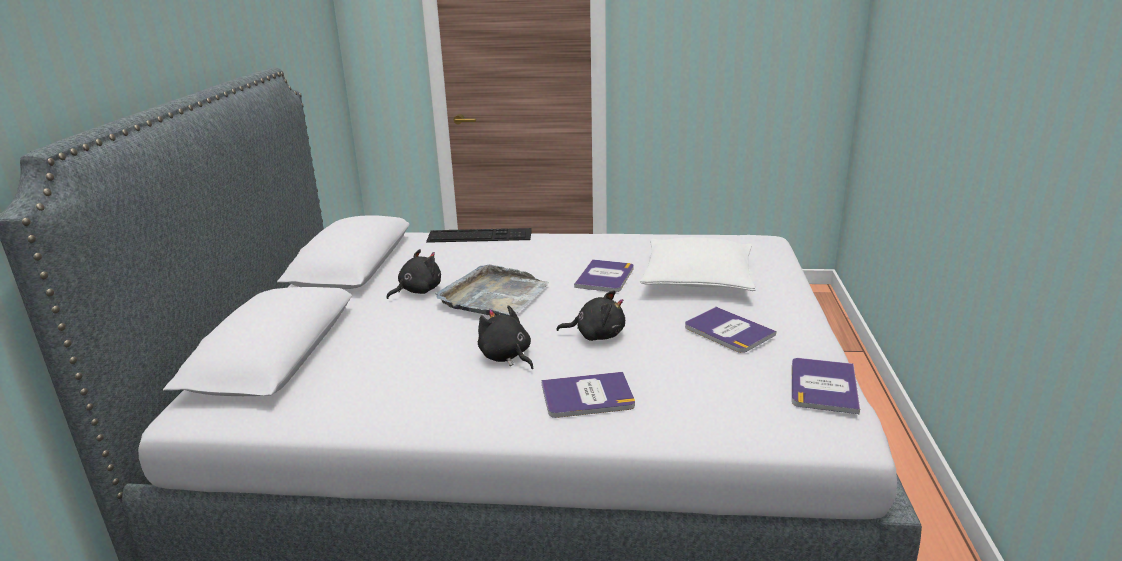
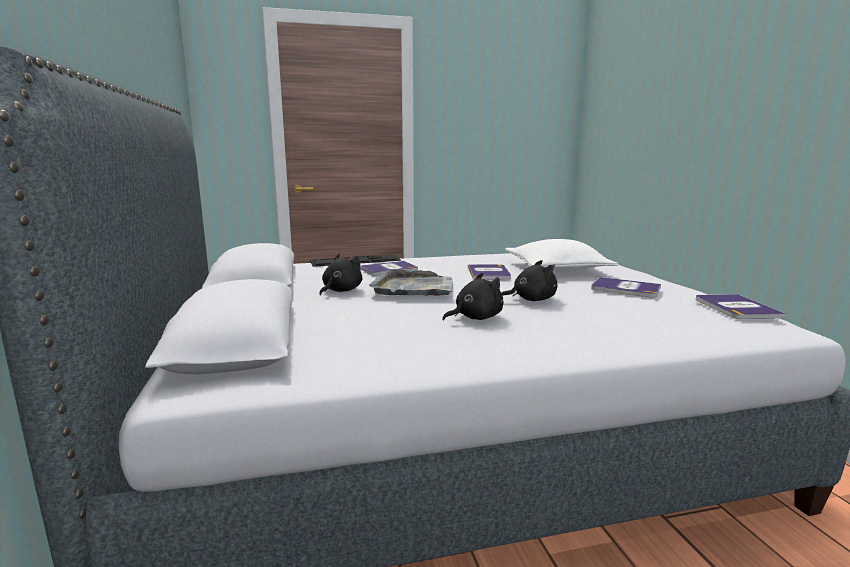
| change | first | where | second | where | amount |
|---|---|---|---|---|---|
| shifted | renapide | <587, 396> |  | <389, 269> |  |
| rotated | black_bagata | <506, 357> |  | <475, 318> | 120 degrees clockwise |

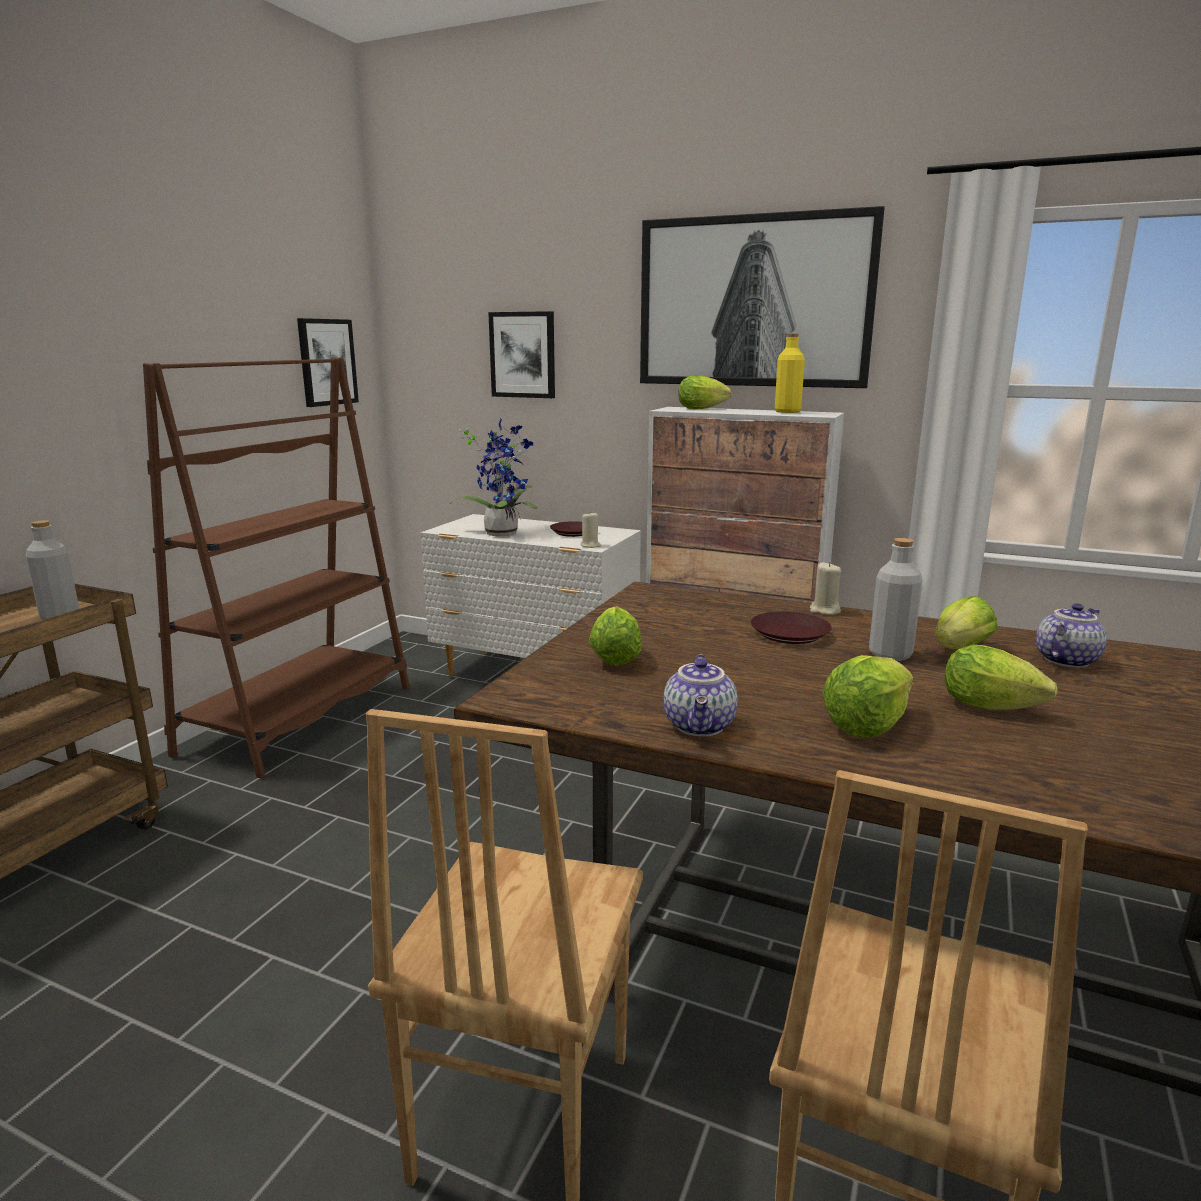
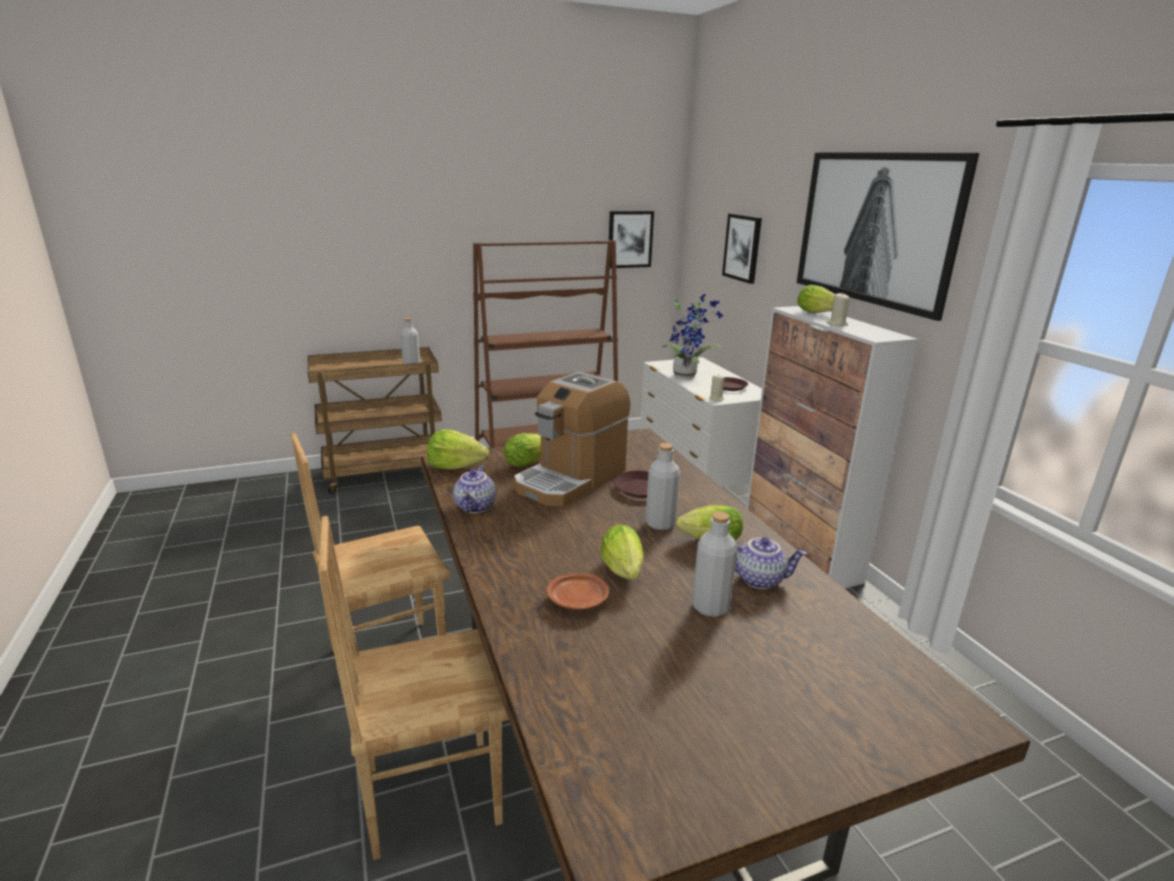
| change | first | where | second | where | amount |
|---|---|---|---|---|---|
| shifted | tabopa | <867, 725> |  | <455, 466> |  |
| rotated | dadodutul | <701, 726> |  | <476, 507> | 45 degrees counterclockwise |
| new |  |  | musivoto | <570, 479> |  |
| new |  |  | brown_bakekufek | <578, 600> |  |
| new |  |  | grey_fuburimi | <710, 607> |  |
| shifted | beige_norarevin | <824, 610> |  | <836, 324> |  |
| gone | yellow_fuburimi | <787, 412> |  |  |  |

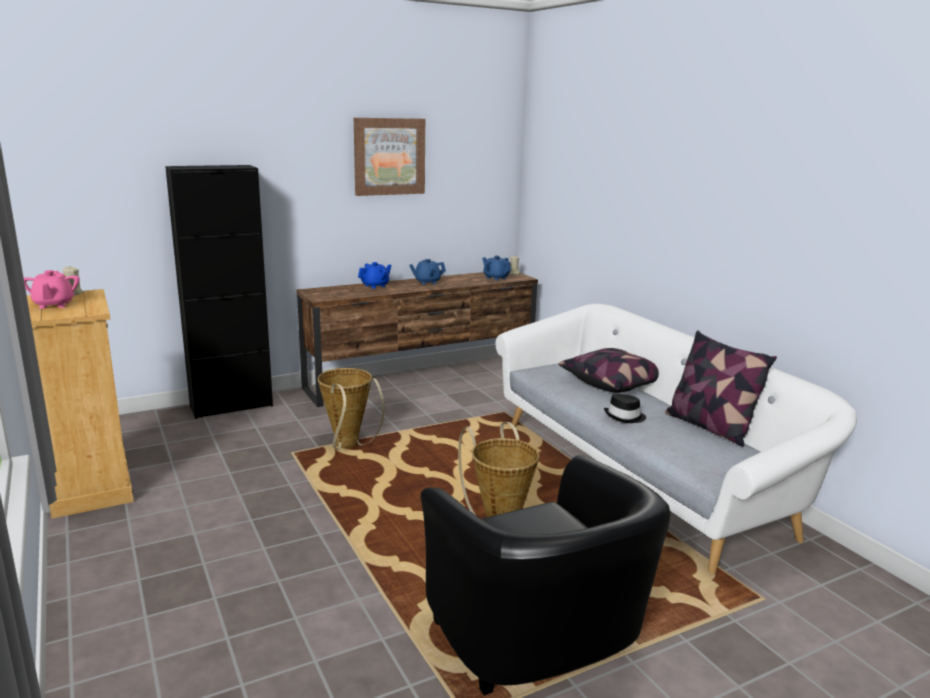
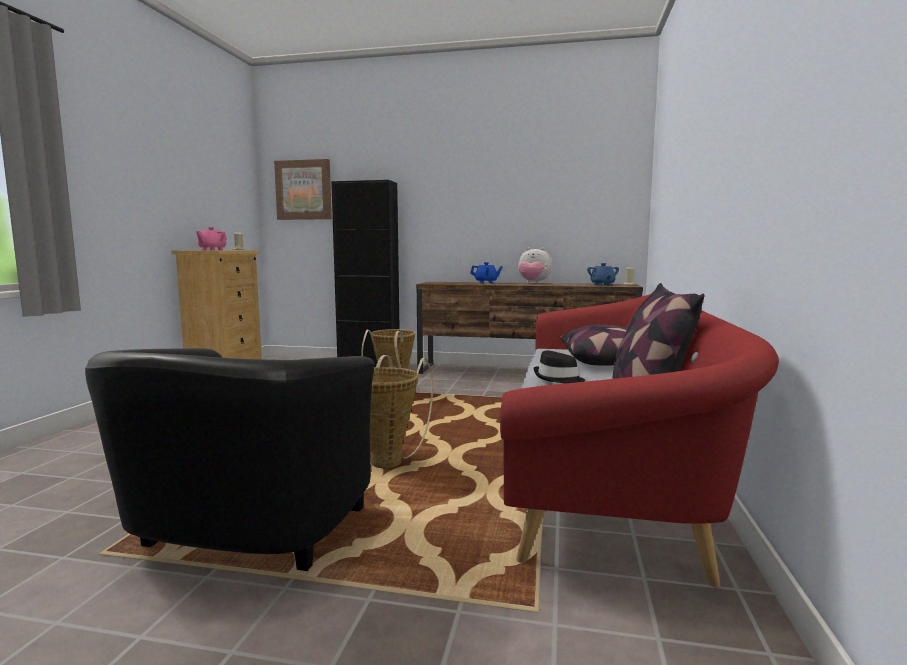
| change | first | where | second | where | amount |
|---|---|---|---|---|---|
| shifted | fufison | <389, 156> |  | <304, 190> |  |
| repainted | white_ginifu | <640, 474> | red_ginifu | <605, 467> |  |
| swapped | blue_dadodutul | <427, 282> | bagata | <533, 283> |  |

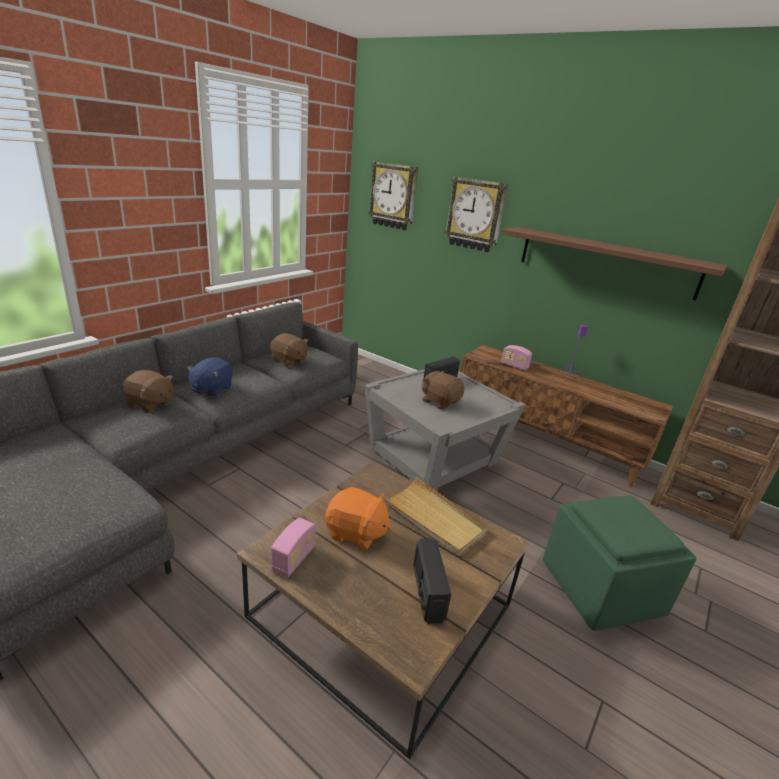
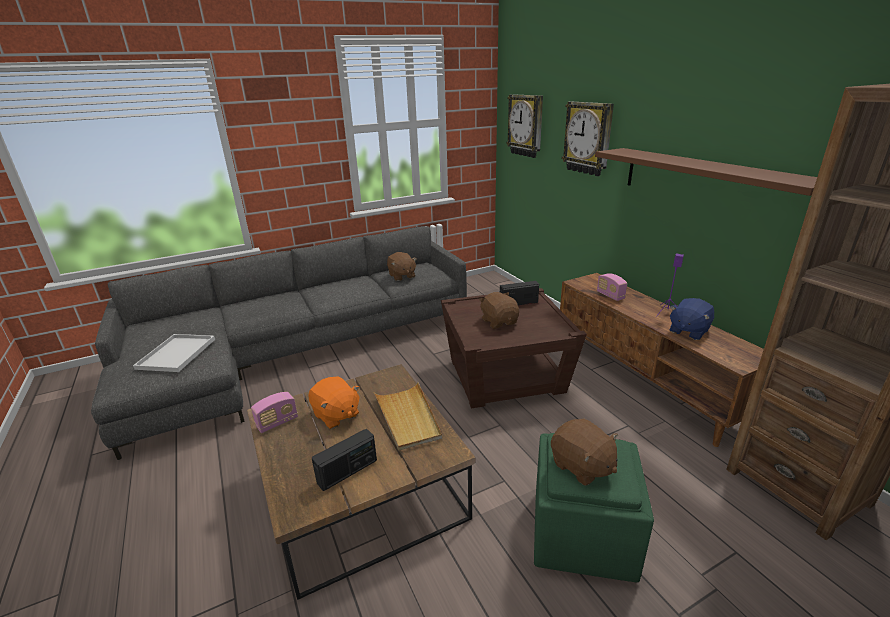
| change | first | where | second | where | amount |
|---|---|---|---|---|---|
| new |  |  | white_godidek | <177, 353> |  |
| rotated | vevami | <427, 592> |  | <347, 471> | 150 degrees counterclockwise |
| repainted | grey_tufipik | <434, 457> | brown_tufipik | <506, 377> |  |
| shifted | brown_bagata | <150, 404> |  | <581, 466> |  |
| shifted | blue_bagata | <211, 389> |  | <688, 331> |  |

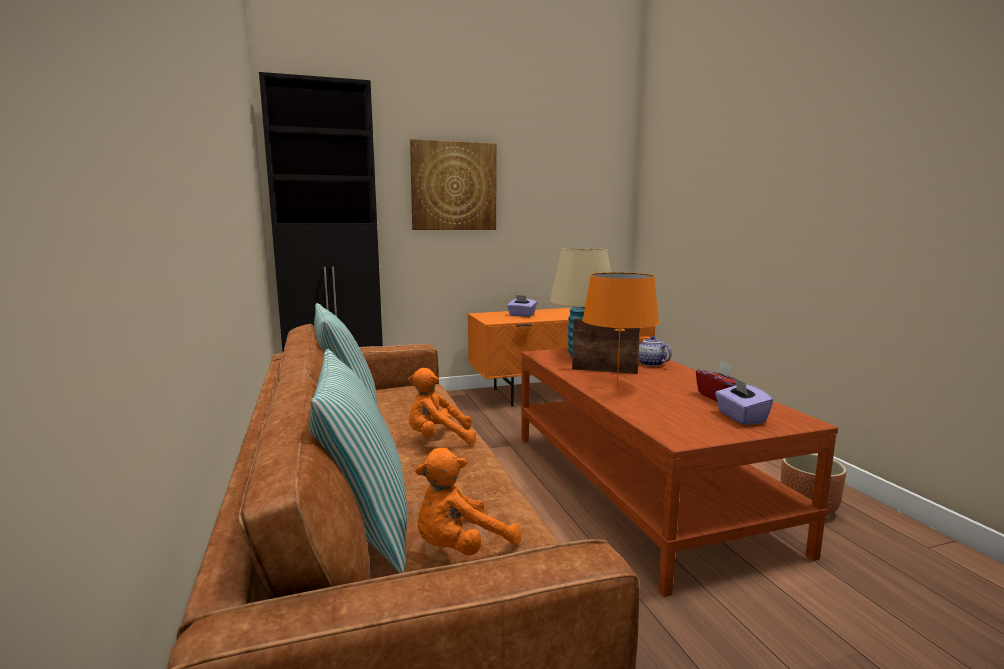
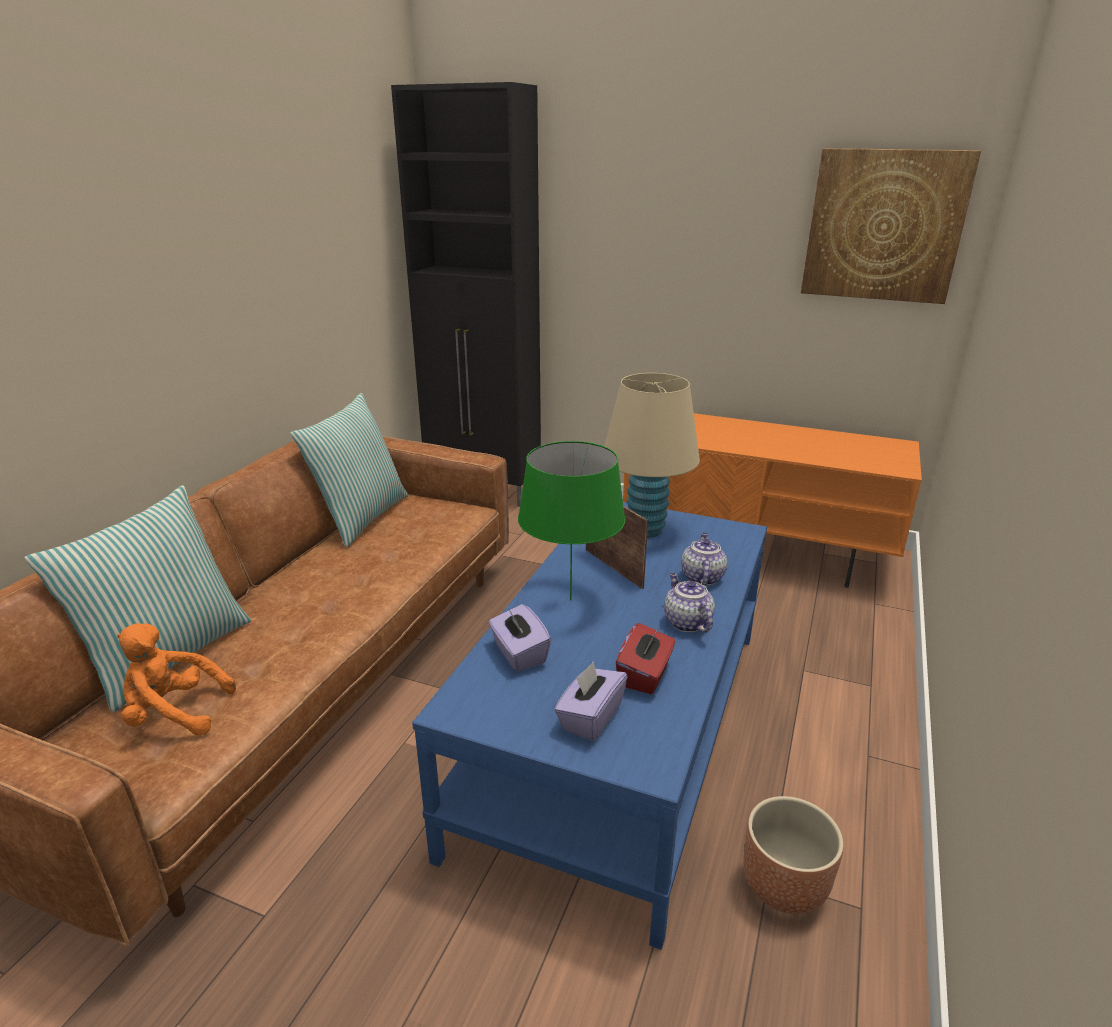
| change | first | where | second | where | amount |
|---|---|---|---|---|---|
| repainted | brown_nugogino | <638, 487> | blue_nugogino | <619, 731> |  |
| shifted | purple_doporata | <521, 315> |  | <519, 654> |  |
| repainted | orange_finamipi | <617, 386> | green_finamipi | <570, 600> |  |
| new |  |  | dadodutul | <686, 622> |  |
| shifted | fufison | <453, 186> |  | <884, 226> |  |
| gone | orange_bagata | <438, 439> |  |  |  |

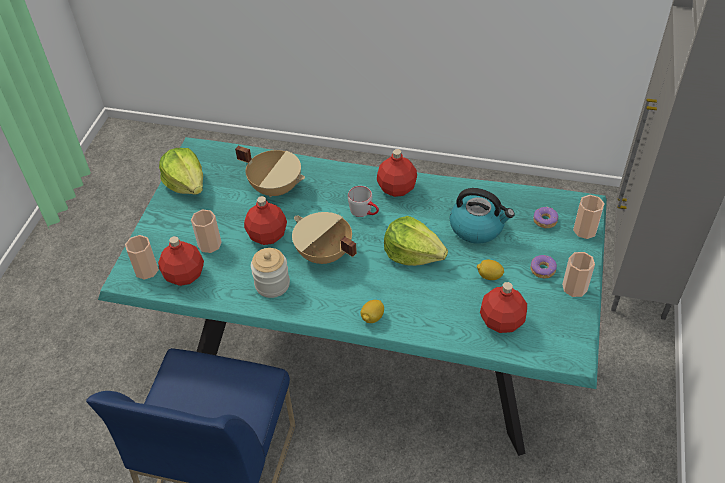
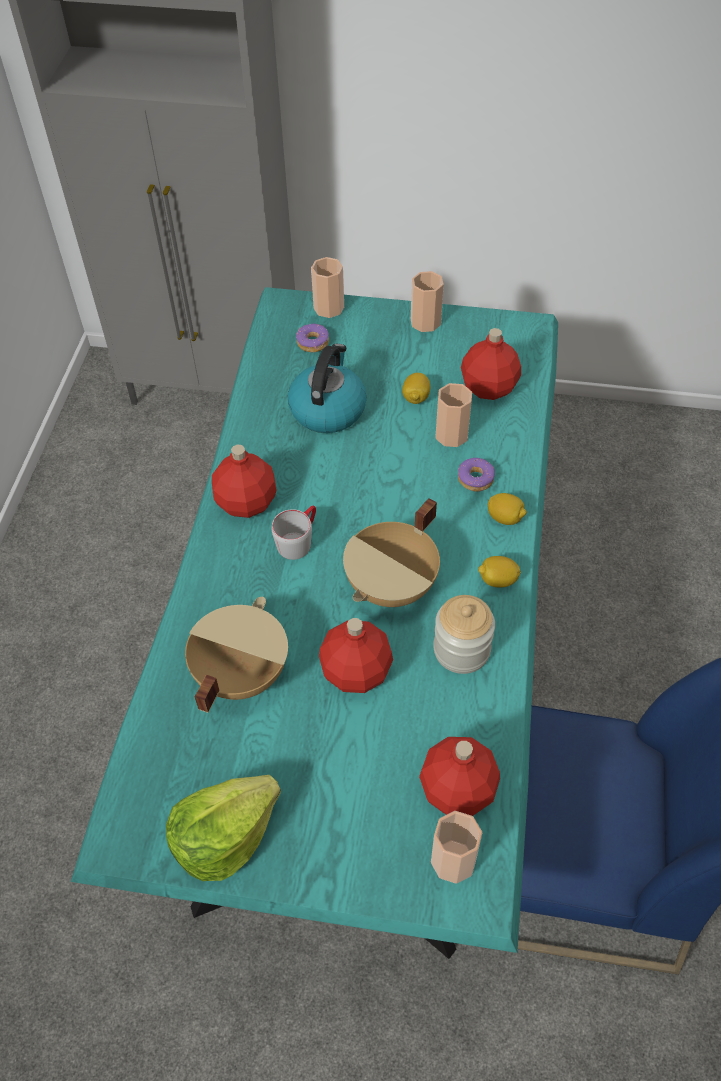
| change | first | where | second | where | amount |
|---|---|---|---|---|---|
| shifted | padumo | <209, 244> |  | <451, 435> |  |
| shifted | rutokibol | <542, 270> |  | <476, 479> |  |
| new |  |  | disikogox | <497, 580> |  |
| gone | tabopa | <412, 254> |  |  |  |

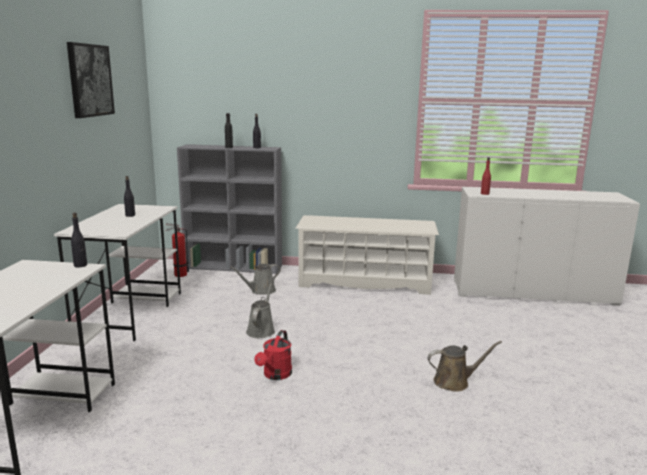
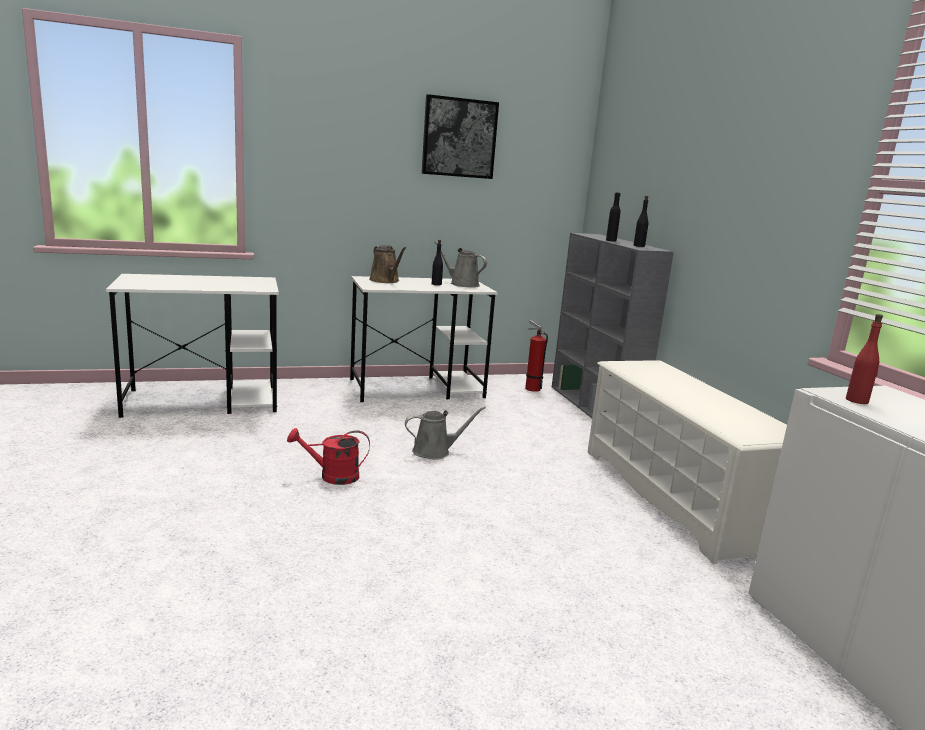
| change | first | where | second | where | amount |
|---|---|---|---|---|---|
| shifted | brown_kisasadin | <454, 382> |  | <385, 281> |  |
| shifted | grey_kisasadin | <261, 291> |  | <462, 284> |  |
| gone | black_fuburimi | <80, 265> |  |  |  |

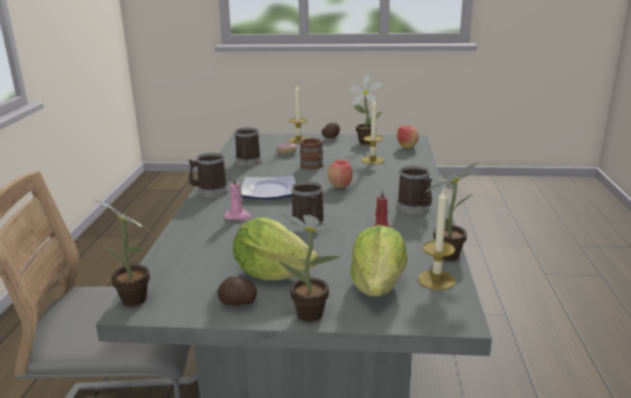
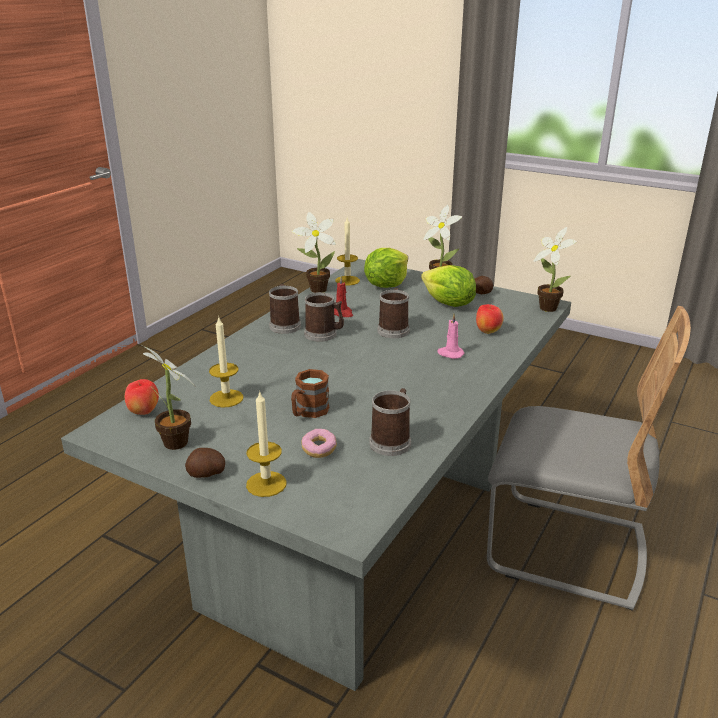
| change | first | where | second | where | amount |
|---|---|---|---|---|---|
| shifted | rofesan | <209, 191> |  | <324, 334> |  |
| shifted | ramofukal | <340, 186> |  | <487, 332> |  |
| gone | bakekufek | <268, 191> |  |  |  |

